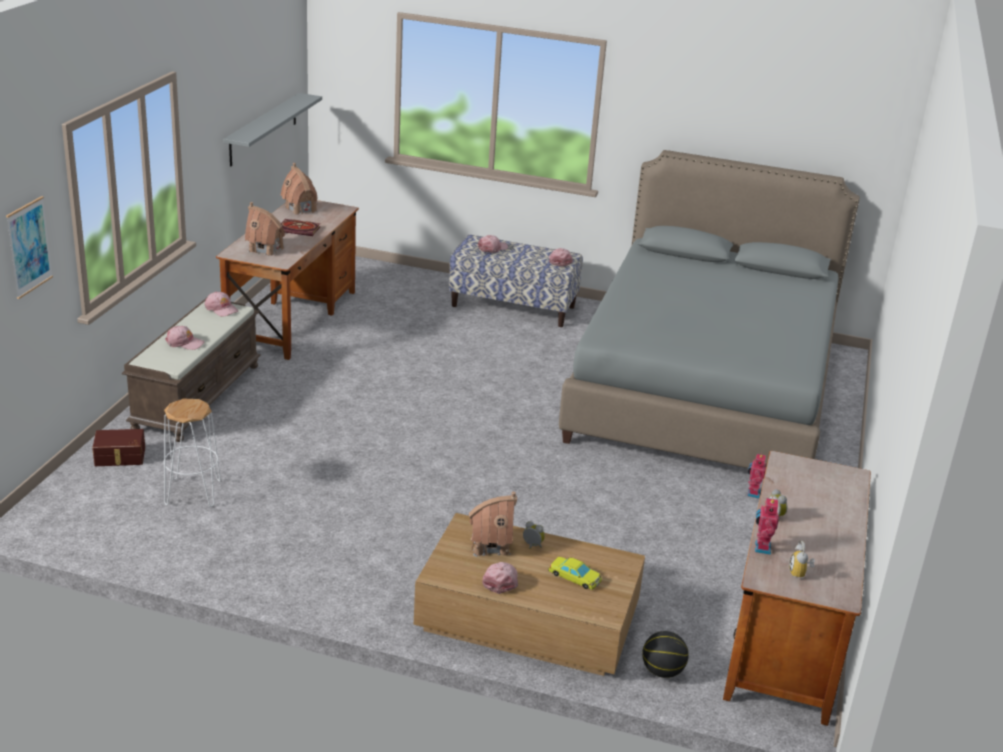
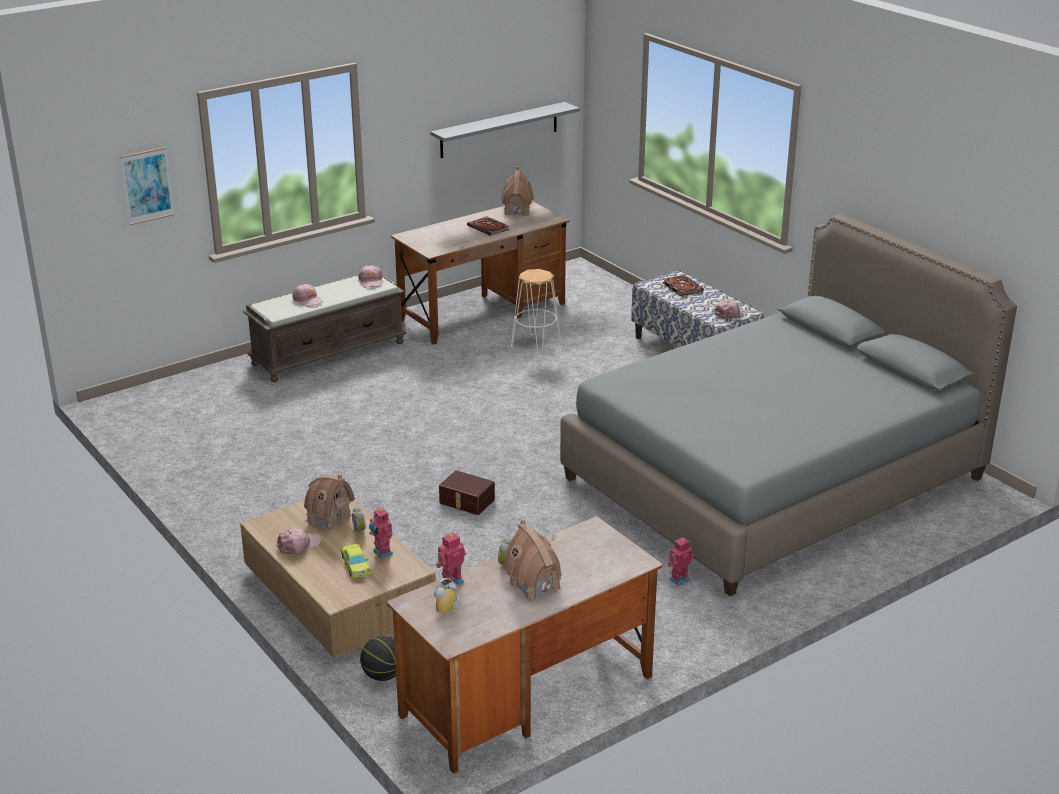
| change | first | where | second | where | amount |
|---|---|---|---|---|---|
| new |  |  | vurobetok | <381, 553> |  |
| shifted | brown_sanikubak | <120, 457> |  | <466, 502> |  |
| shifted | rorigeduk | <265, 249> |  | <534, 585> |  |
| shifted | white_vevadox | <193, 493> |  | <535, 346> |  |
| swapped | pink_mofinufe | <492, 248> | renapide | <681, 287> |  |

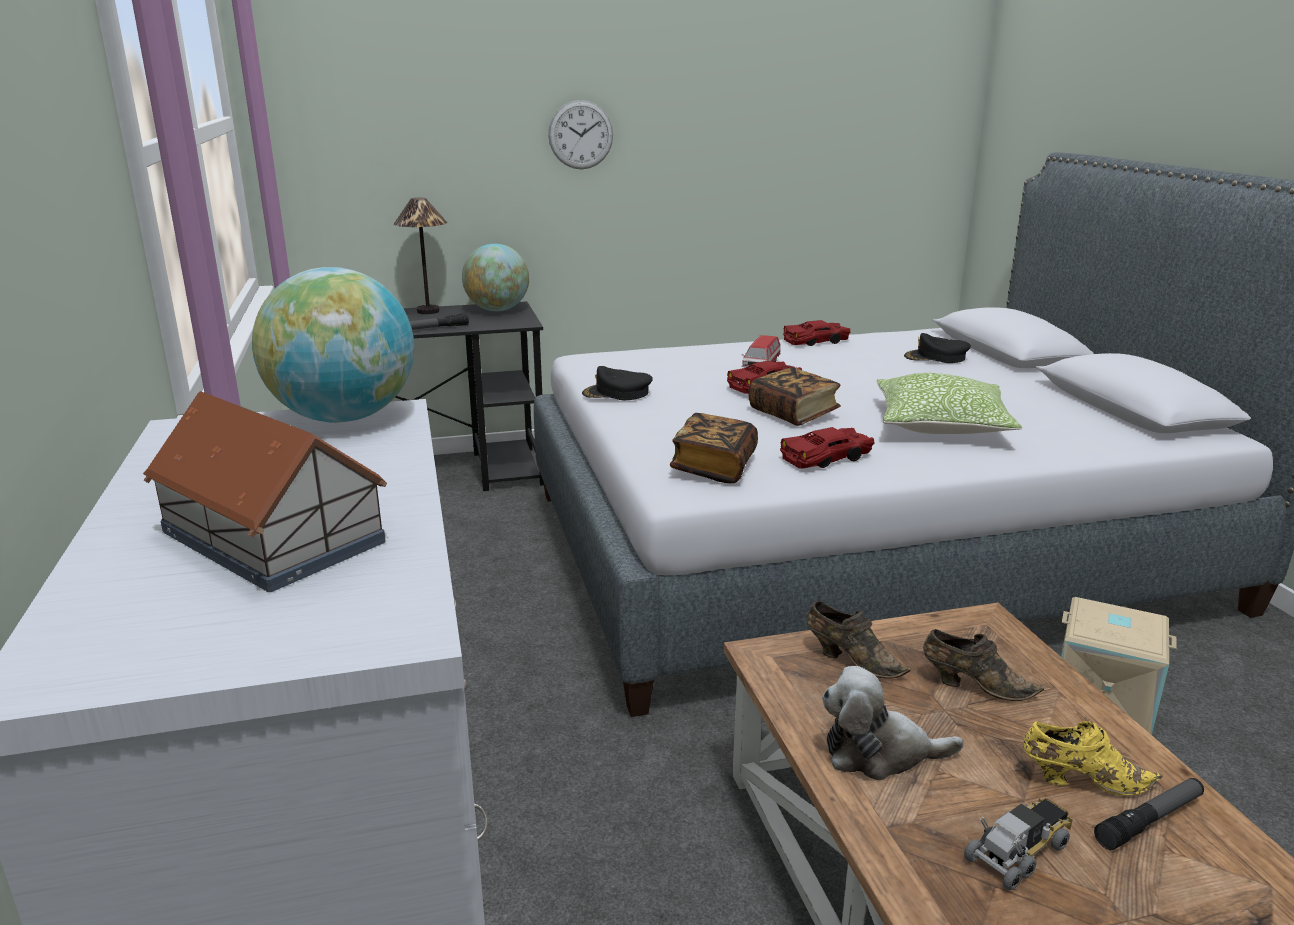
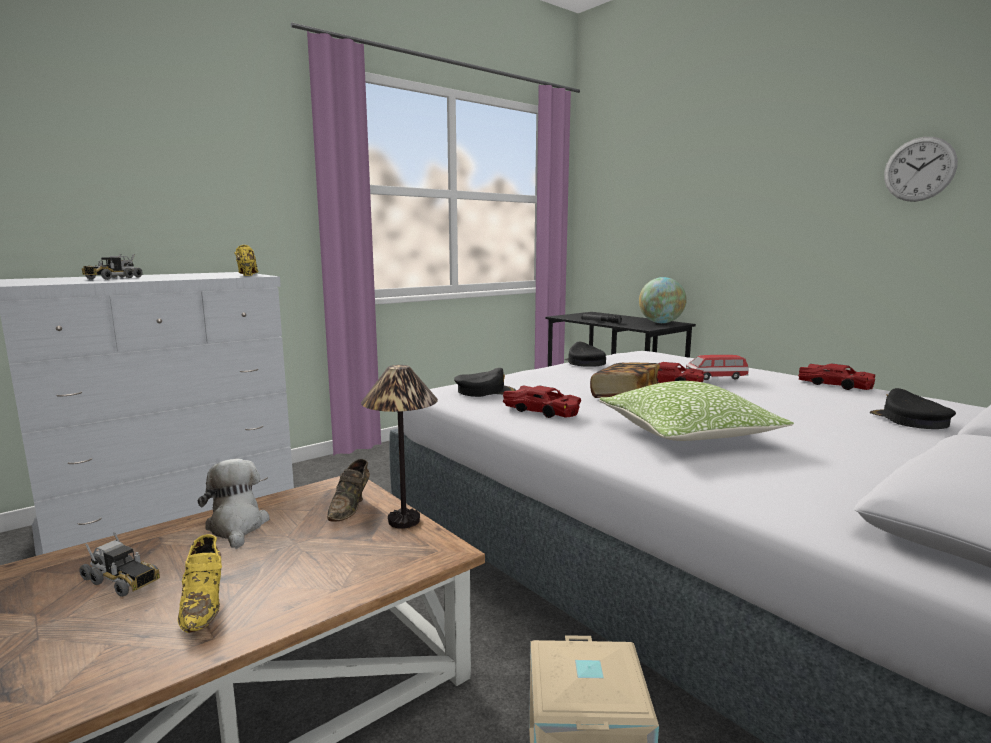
| change | first | where | second | where | amount |
|---|---|---|---|---|---|
| swapped | rorigeduk | <273, 535> | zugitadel | <113, 278> |  |
| swapped | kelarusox | <344, 418> | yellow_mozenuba | <247, 275> |  |
| shifted | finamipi | <428, 311> |  | <403, 521> |  |
| swapped | renapide | <714, 467> | black_mofinufe | <485, 391> |  |
| shifted | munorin | <580, 135> |  | <919, 169> |  |
| gone | brown_mozenuba | <974, 686> |  |  |  |
| gone | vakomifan | <1149, 820> |  |  |  |

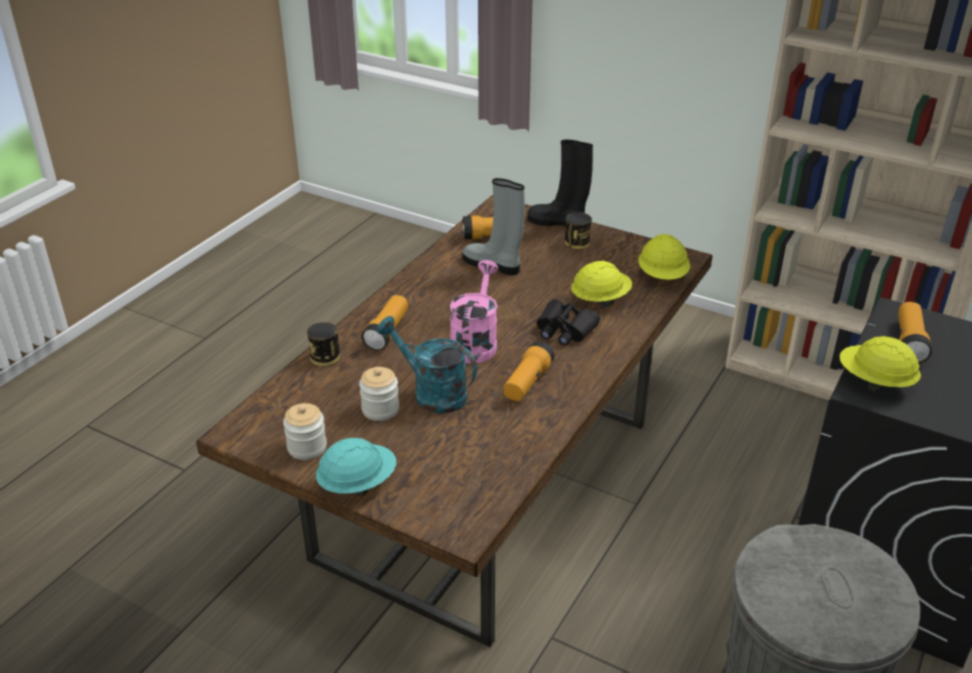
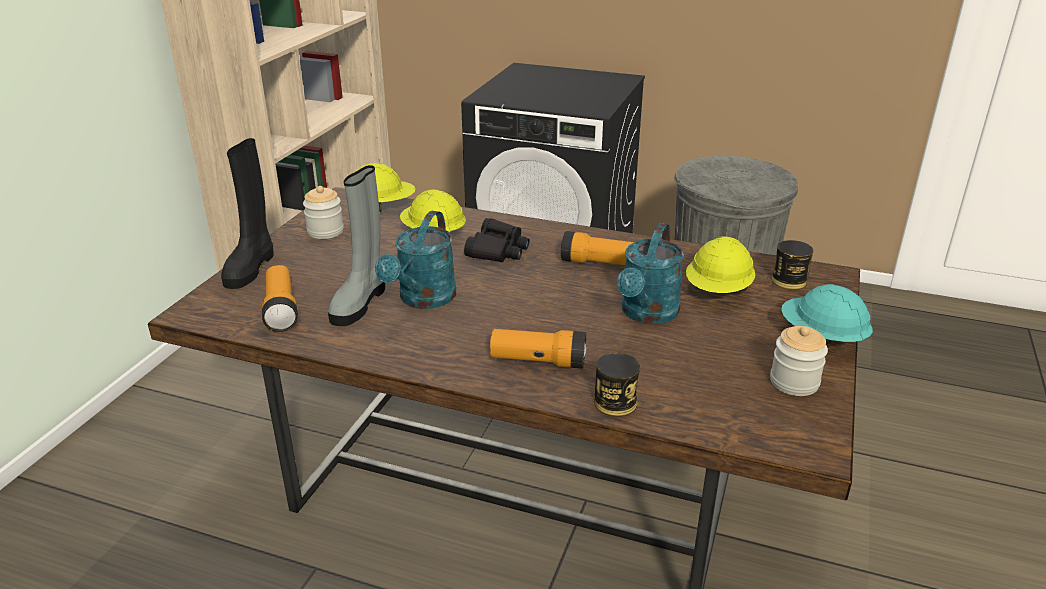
| change | first | where | second | where | amount |
|---|---|---|---|---|---|
| shifted | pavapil | <380, 409> |  | <325, 231> |  |
| new |  |  | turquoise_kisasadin | <423, 300> |  |
| shifted | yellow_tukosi | <874, 382> |  | <718, 291> |  |
| shifted | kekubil | <577, 243> |  | <789, 281> |  |
| gone | pink_kisasadin | <475, 342> |  |  |  |
| gone | vakomifan | <909, 342> |  |  |  |

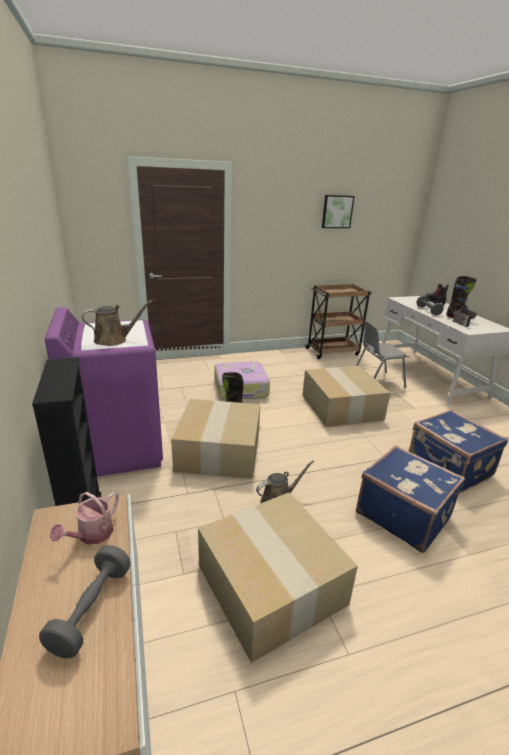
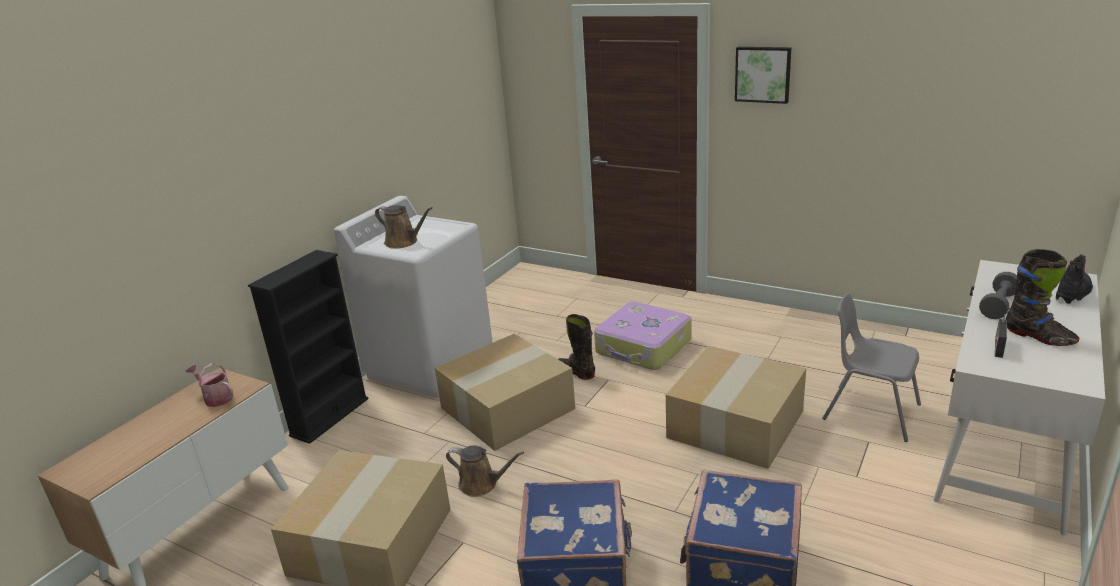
| change | first | where | second | where | amount |
|---|---|---|---|---|---|
| rotated | kisasadin | <92, 535> |  | <216, 398> | 45 degrees clockwise |
| repainted | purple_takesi | <117, 449> | white_takesi | <430, 364> |  |
| shifted | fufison | <337, 211> |  | <763, 74> |  |
| gone | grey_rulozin | <91, 609> |  |  |  |
| gone | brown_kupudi | <333, 351> |  |  |  |

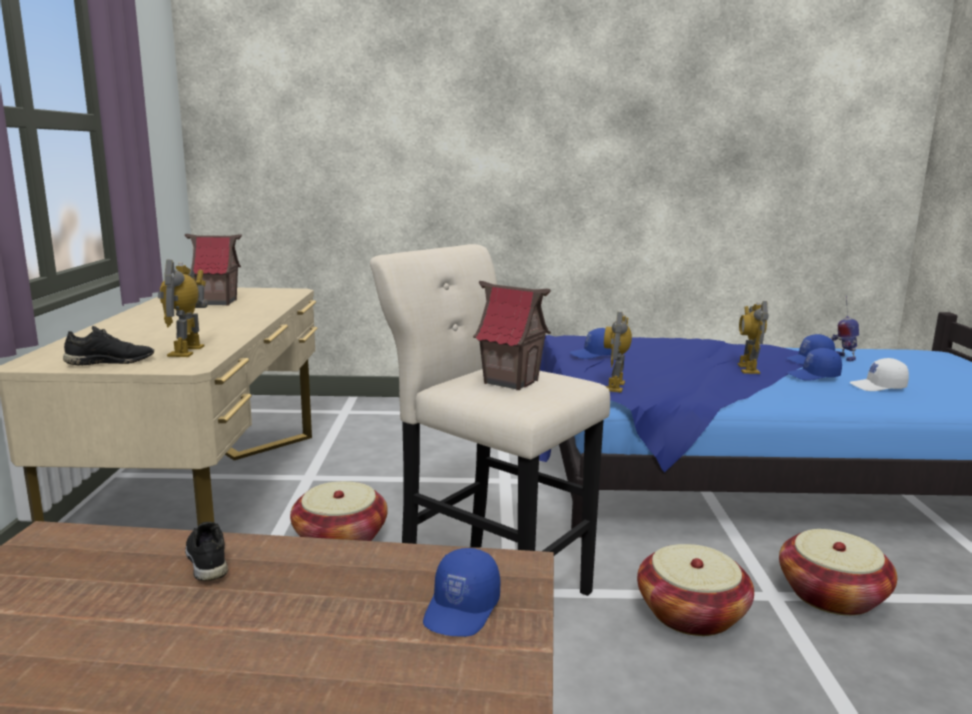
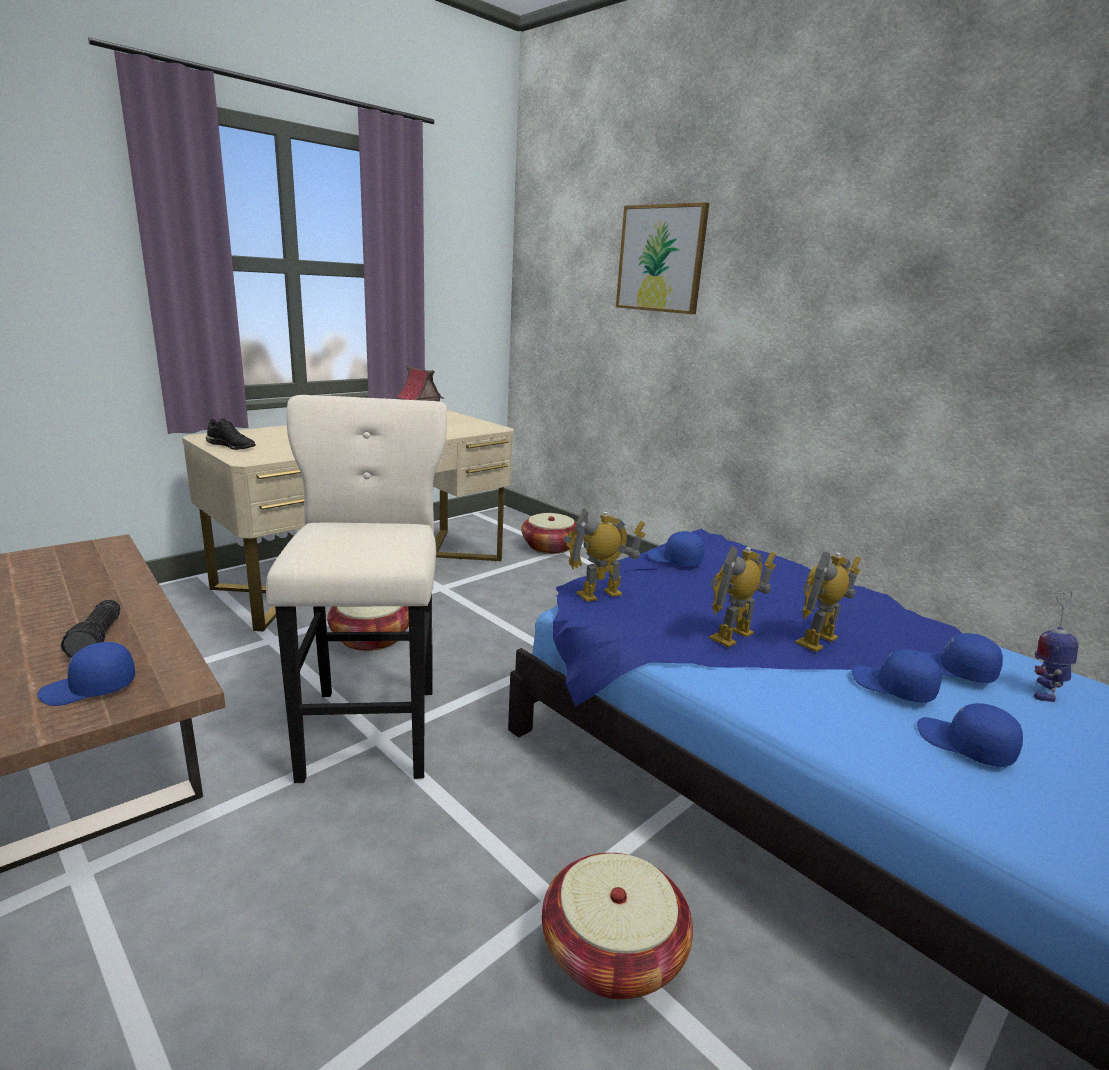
| change | first | where | second | where | amount |
|---|---|---|---|---|---|
| new |  |  | vakomifan | <99, 639> |  |
| shifted | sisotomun | <691, 614> |  | <550, 547> |  |
| new |  |  | fufison | <661, 259> |  |
| shifted | vurobetok | <187, 351> |  | <733, 636> |  |
| repainted | white_mofinufe | <878, 387> | blue_mofinufe | <964, 745> |  |
| gone | black_mozenuba | <206, 560> |  |  |  |
| gone | rorigeduk | <511, 381> |  |  |  |

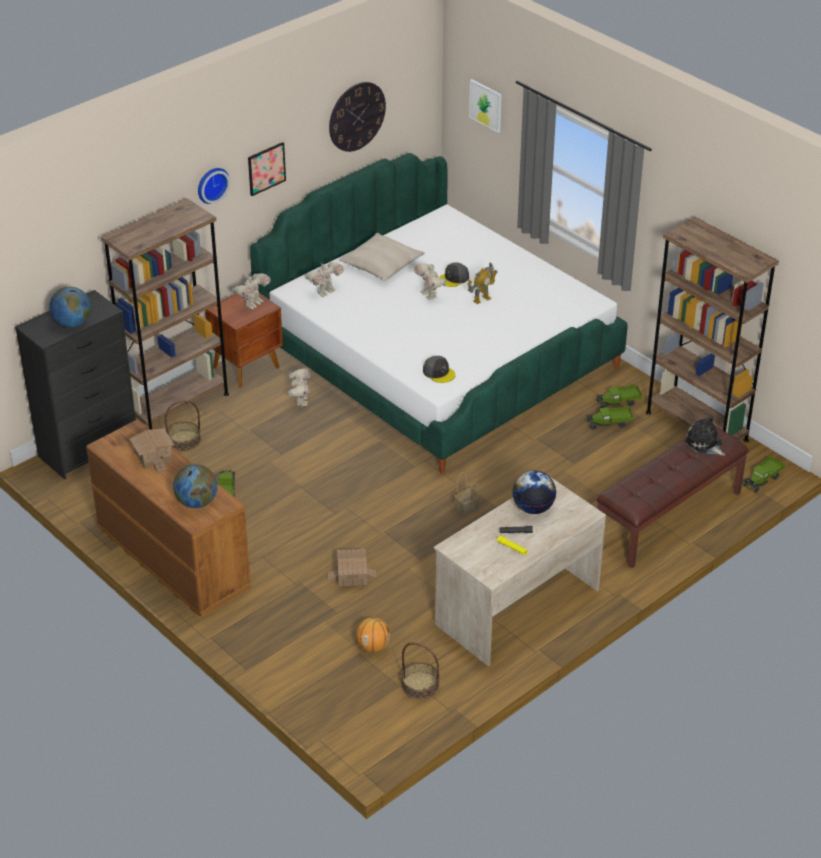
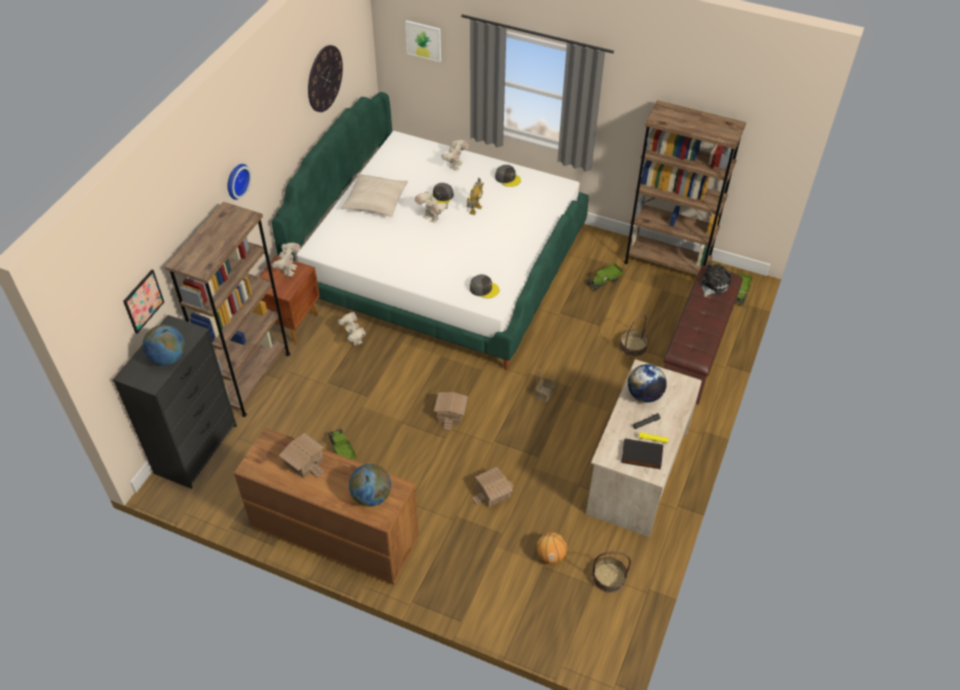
| change | first | where | second | where | amount |
|---|---|---|---|---|---|
| shifted | fufison | <266, 168> |  | <143, 301> |  |
| new |  |  | rorigeduk | <450, 413> |  |
| shifted | vurobetok | <325, 291> |  | <455, 165> |  |
| new |  |  | grey_mofinufe | <507, 178> |  |
| shifted | sisotomun | <184, 440> |  | <633, 346> |  |
| new |  |  | black_renapide | <641, 456> |  |
| rotated | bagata | <704, 444> |  | <713, 285> | 105 degrees clockwise |
| gone | zugitadel | <618, 403> |  |  |  |

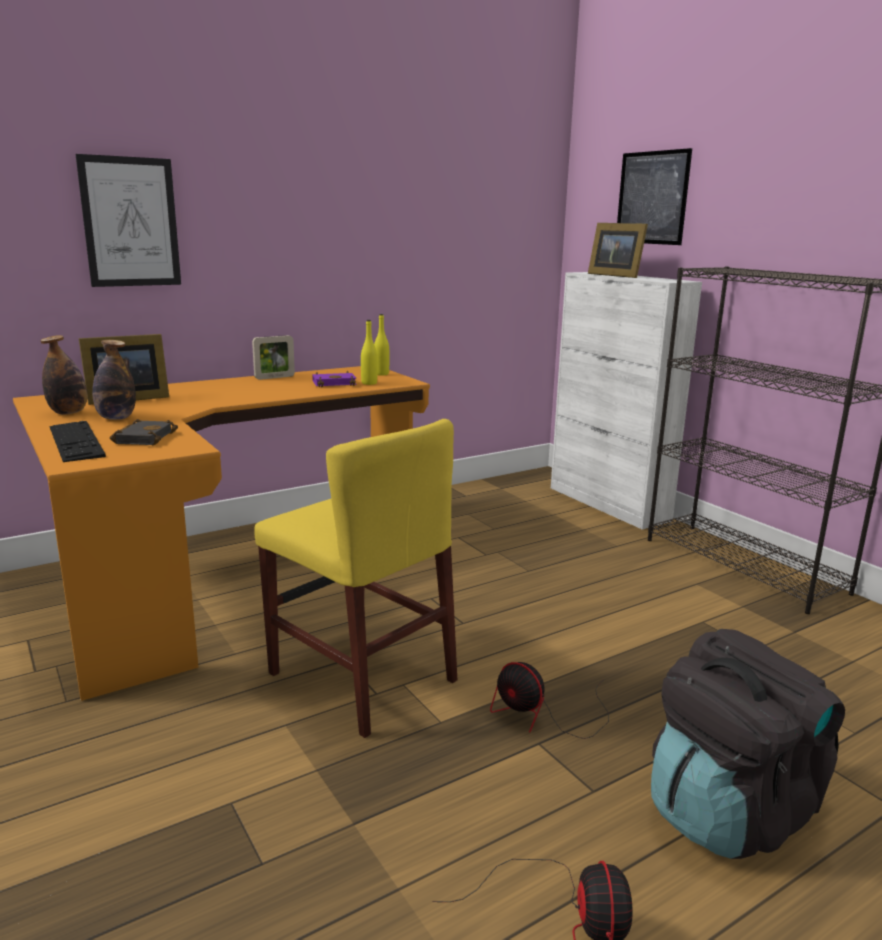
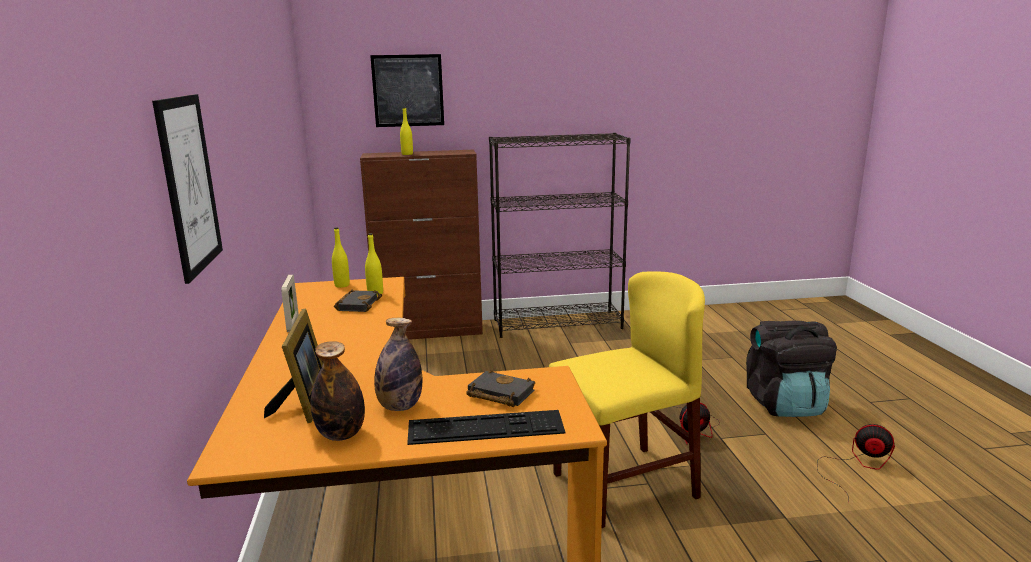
| change | first | where | second | where | amount |
|---|---|---|---|---|---|
| repainted | purple_renapide | <335, 383> | black_renapide | <357, 304> |  |
| repainted | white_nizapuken | <608, 504> | brown_nizapuken | <430, 331> |  |
| swapped | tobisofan | <615, 275> | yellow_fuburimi | <407, 154> |  |

